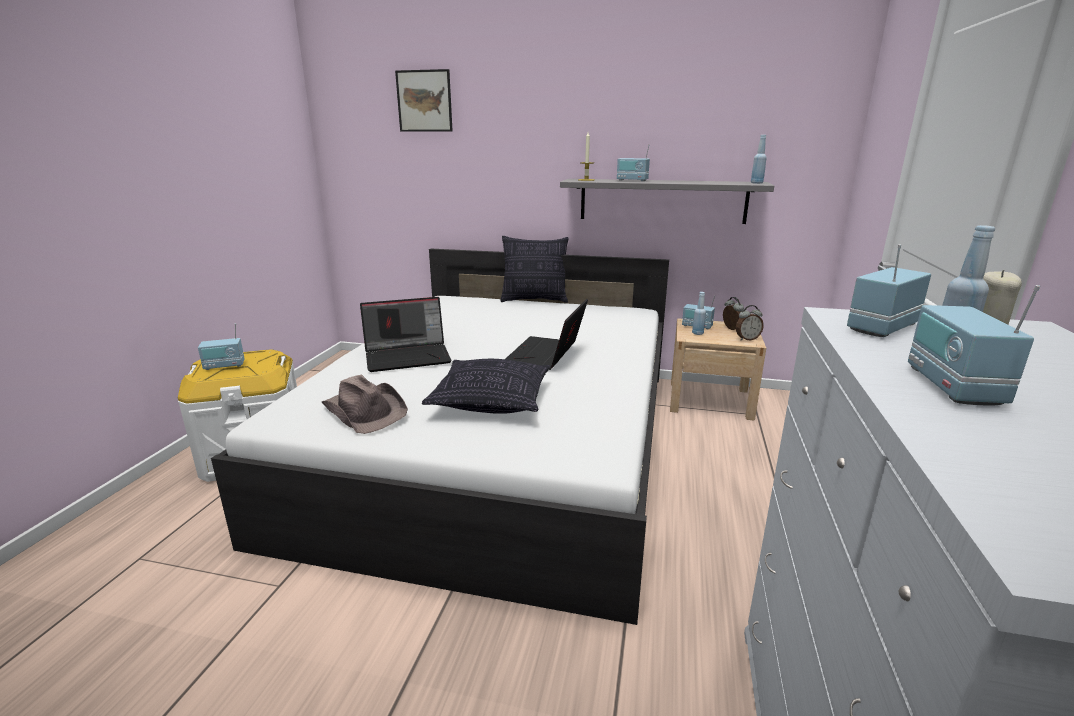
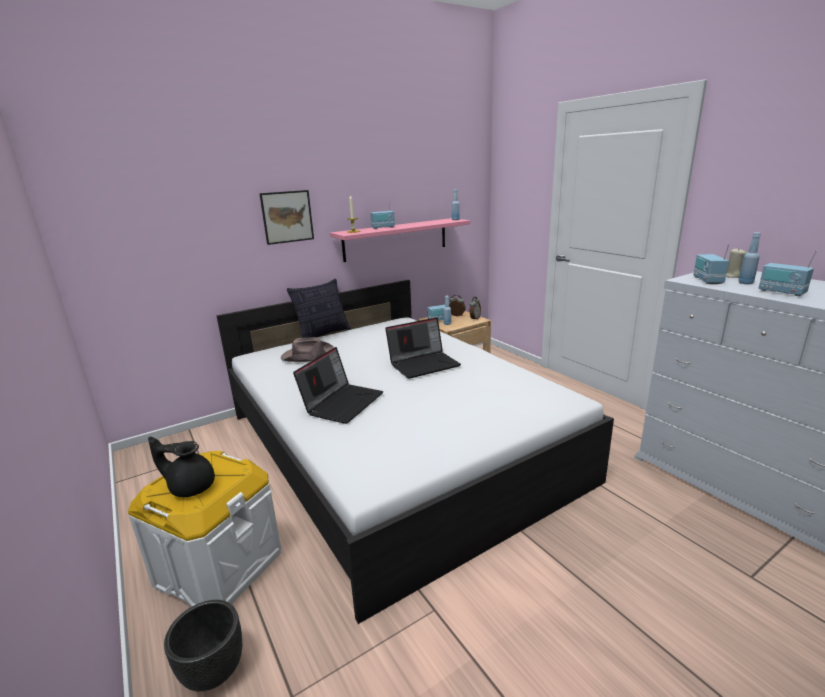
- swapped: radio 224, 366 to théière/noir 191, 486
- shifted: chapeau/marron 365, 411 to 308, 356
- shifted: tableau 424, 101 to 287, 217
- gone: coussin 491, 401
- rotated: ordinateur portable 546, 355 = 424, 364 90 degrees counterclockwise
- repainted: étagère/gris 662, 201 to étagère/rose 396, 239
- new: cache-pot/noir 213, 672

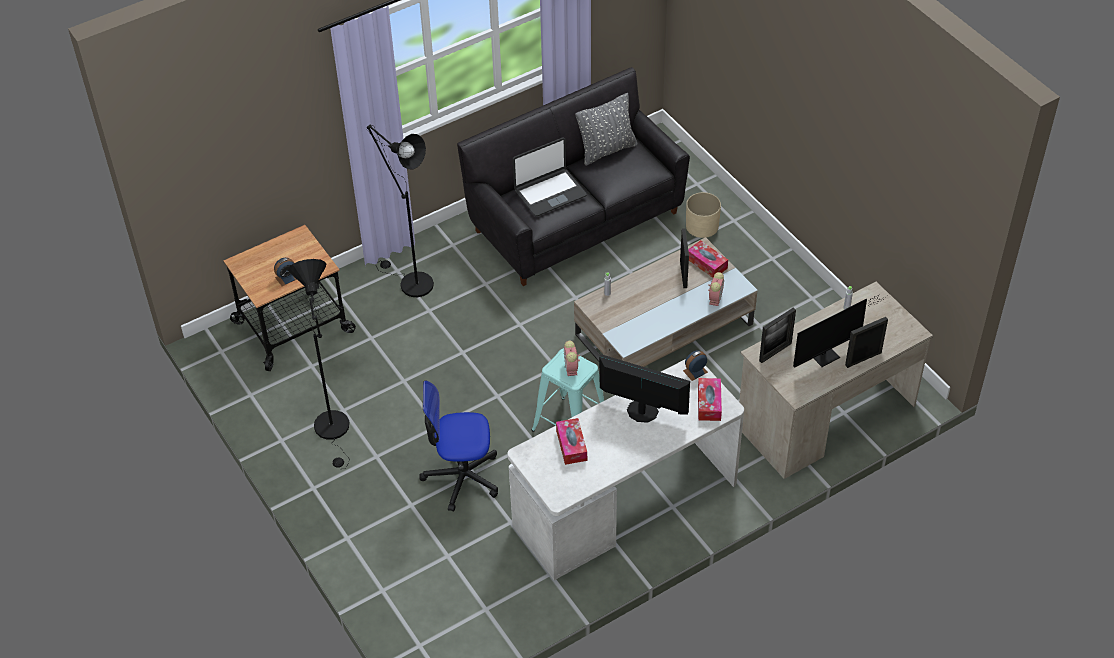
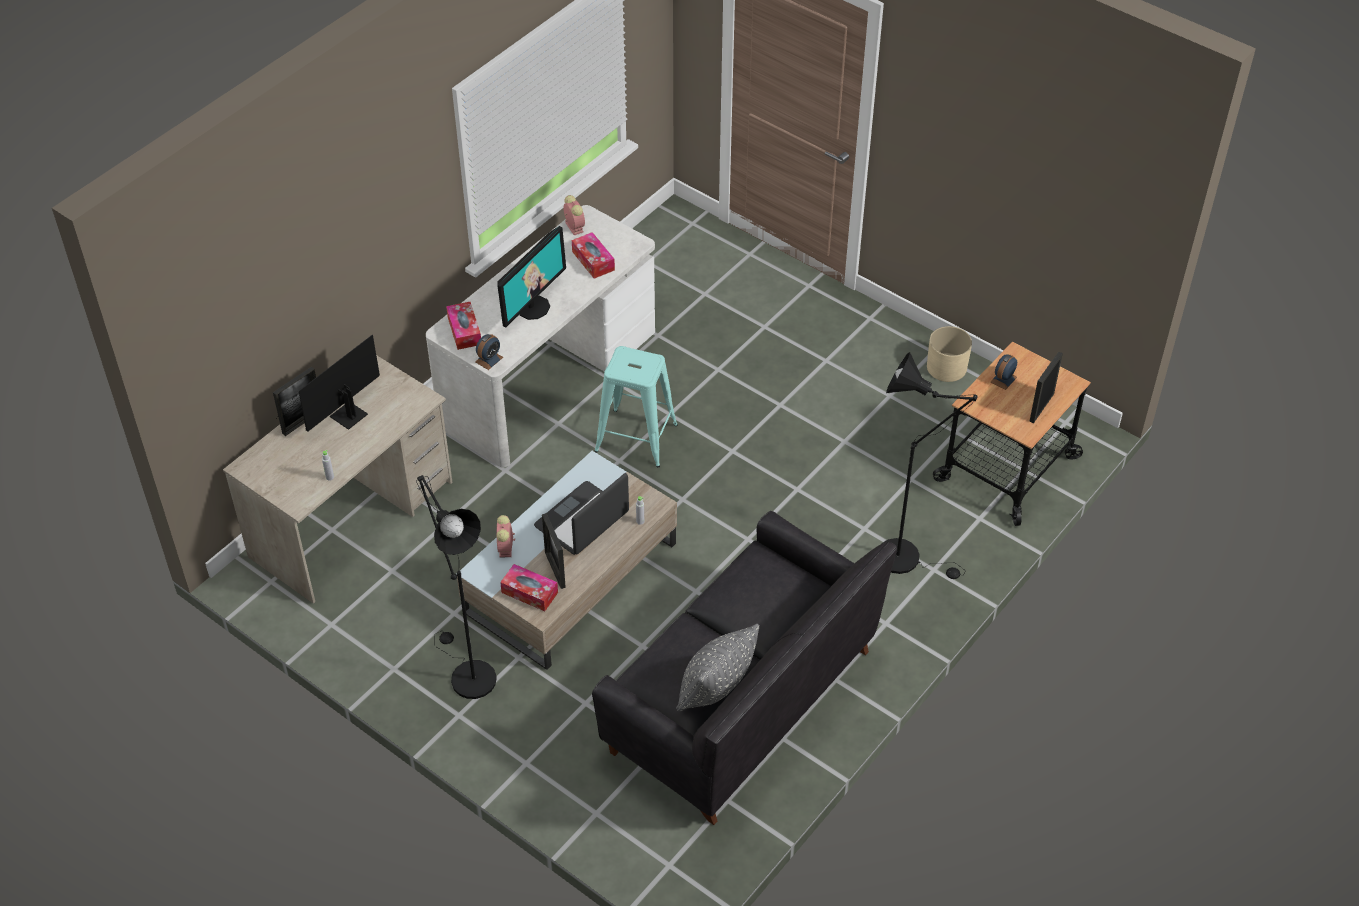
- shifted: lampadaire/noir 334, 431 to 467, 674
- gone: chaise de bureau 462, 477
- shifted: ordinateur portable 549, 193 to 582, 520
- shifted: réveil 571, 369 to 573, 227
- rotated: écran d'ordinateur 642, 411 = 533, 307 60 degrees counterclockwise
- shifted: cache-pot/beige 701, 226 to 947, 367
- shifted: cadre photo 775, 352 to 1041, 407

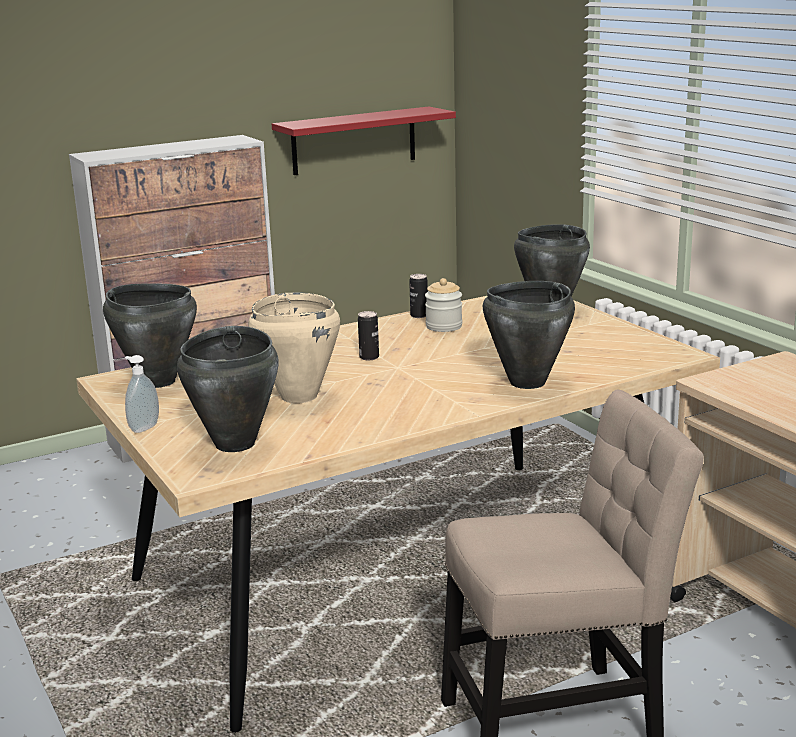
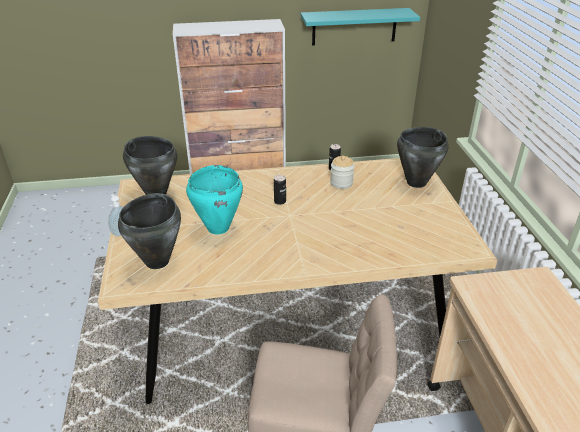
- repainted: marmite/beige 298, 397 to marmite/turquoise 217, 228
- repainted: étagère/rouge 354, 140 to étagère/turquoise 354, 26
- gone: marmite/noir 526, 382

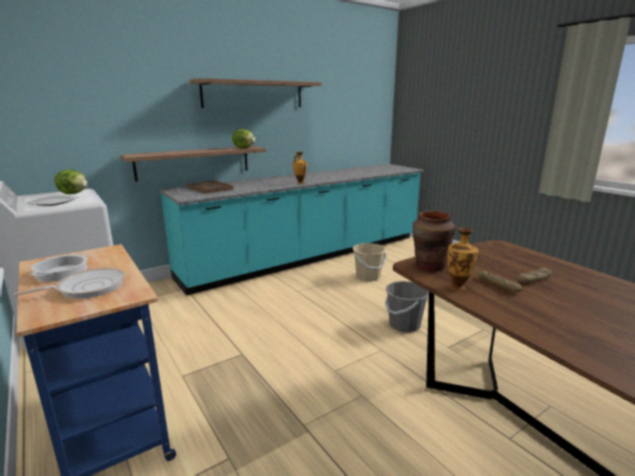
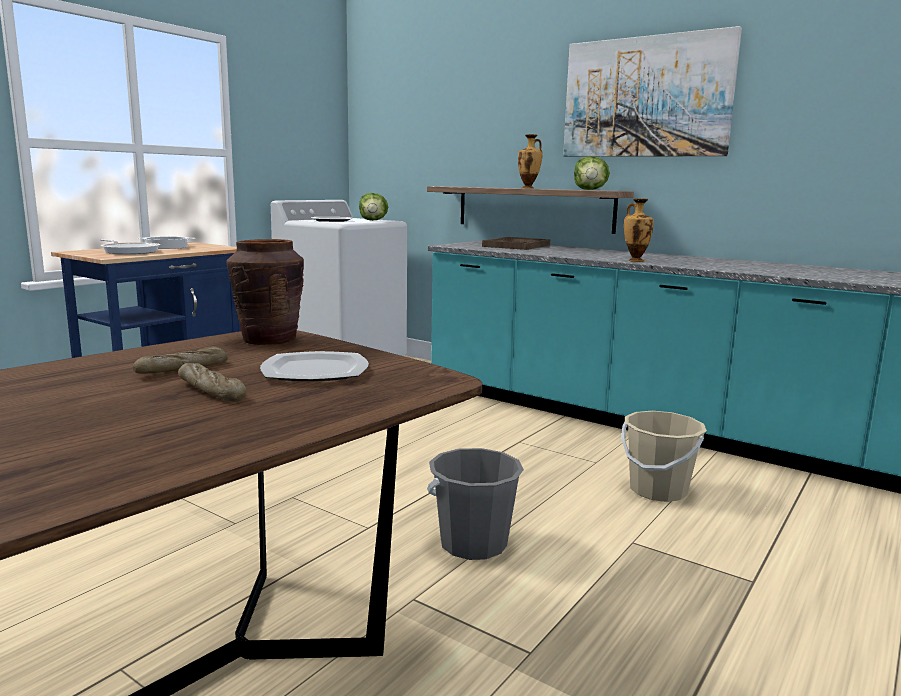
- swapped: étagère 253, 94 to tableau 646, 97
- shifted: vase 458, 287 to 528, 188
- new: assiette 314, 371

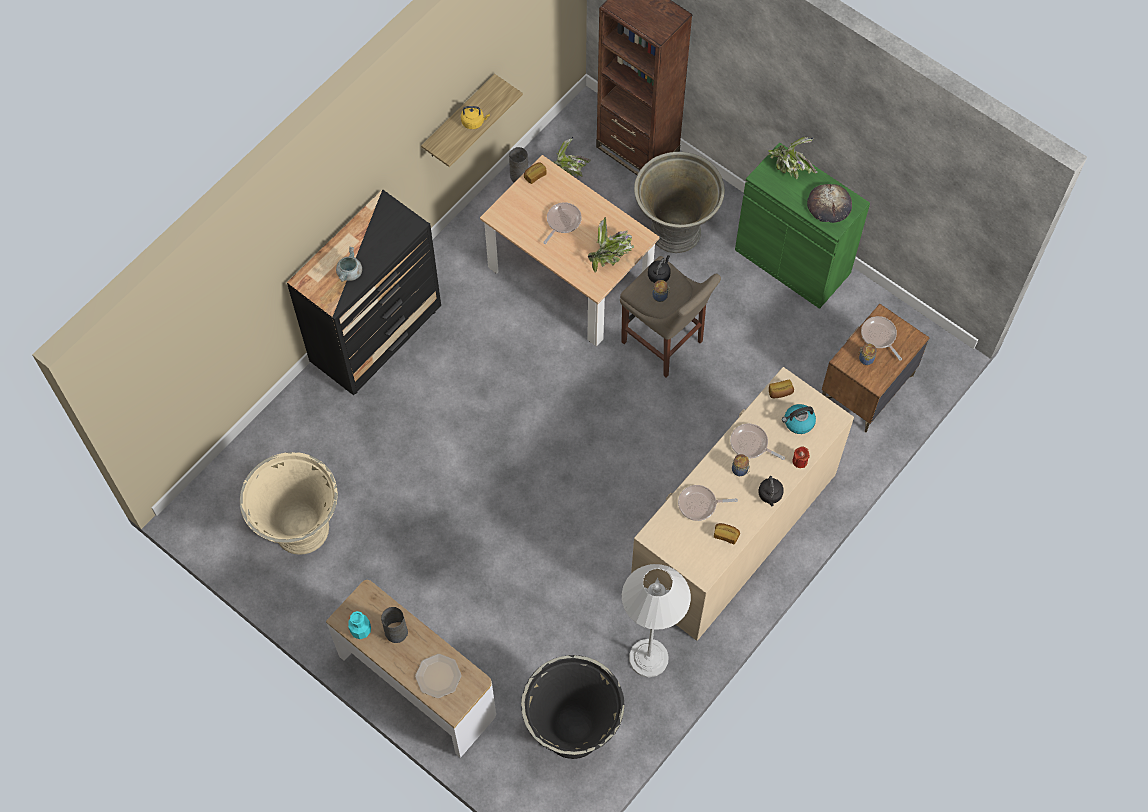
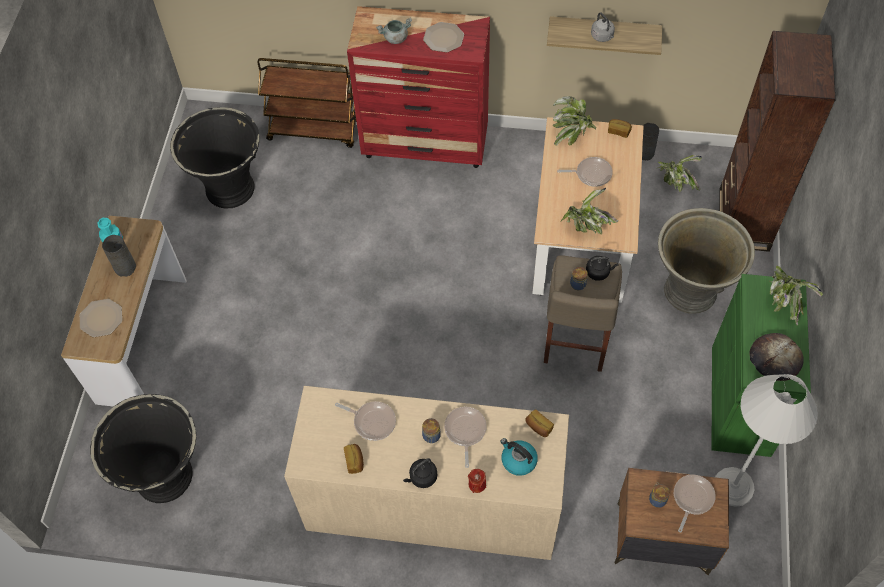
- repainted: cache-pot/beige 300, 529 to cache-pot/noir 230, 188
- repainted: commode/noir 377, 337 to commode/rouge 426, 144
- repainted: bouilloire/jaune 474, 122 to bouilloire/gris 602, 37
- shifted: lampadaire/blanc 648, 658 to 733, 487
- rotated: poêle 699, 504 = 372, 421 150 degrees clockwise
- new: chariot/marron 314, 129
- new: assiette 443, 38
- new: plante en pot 572, 133

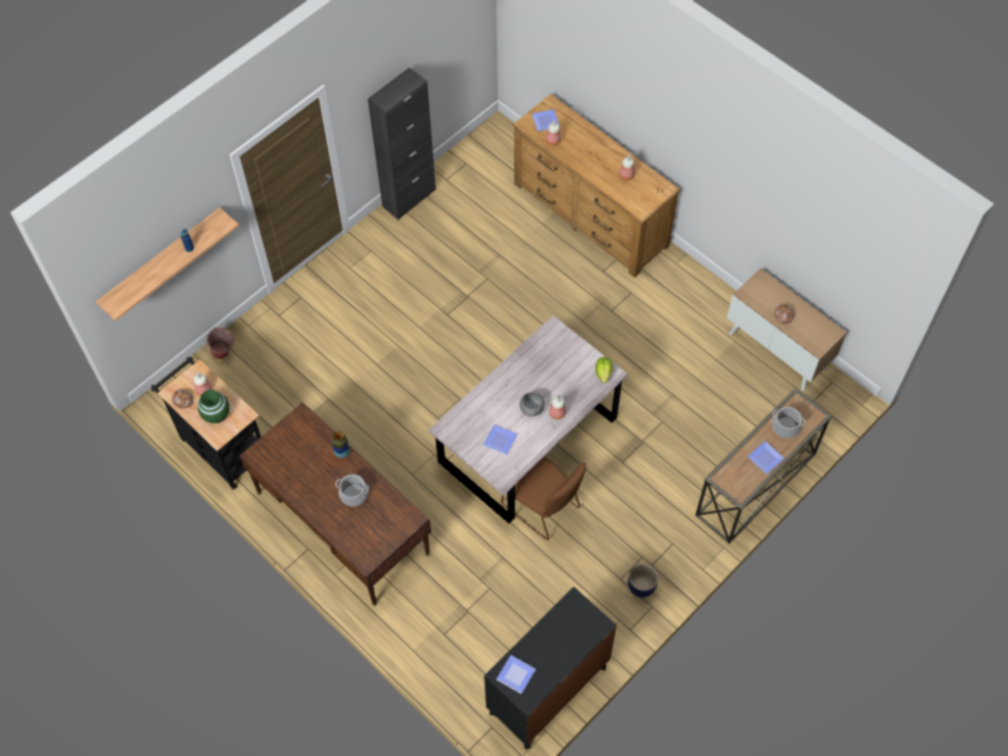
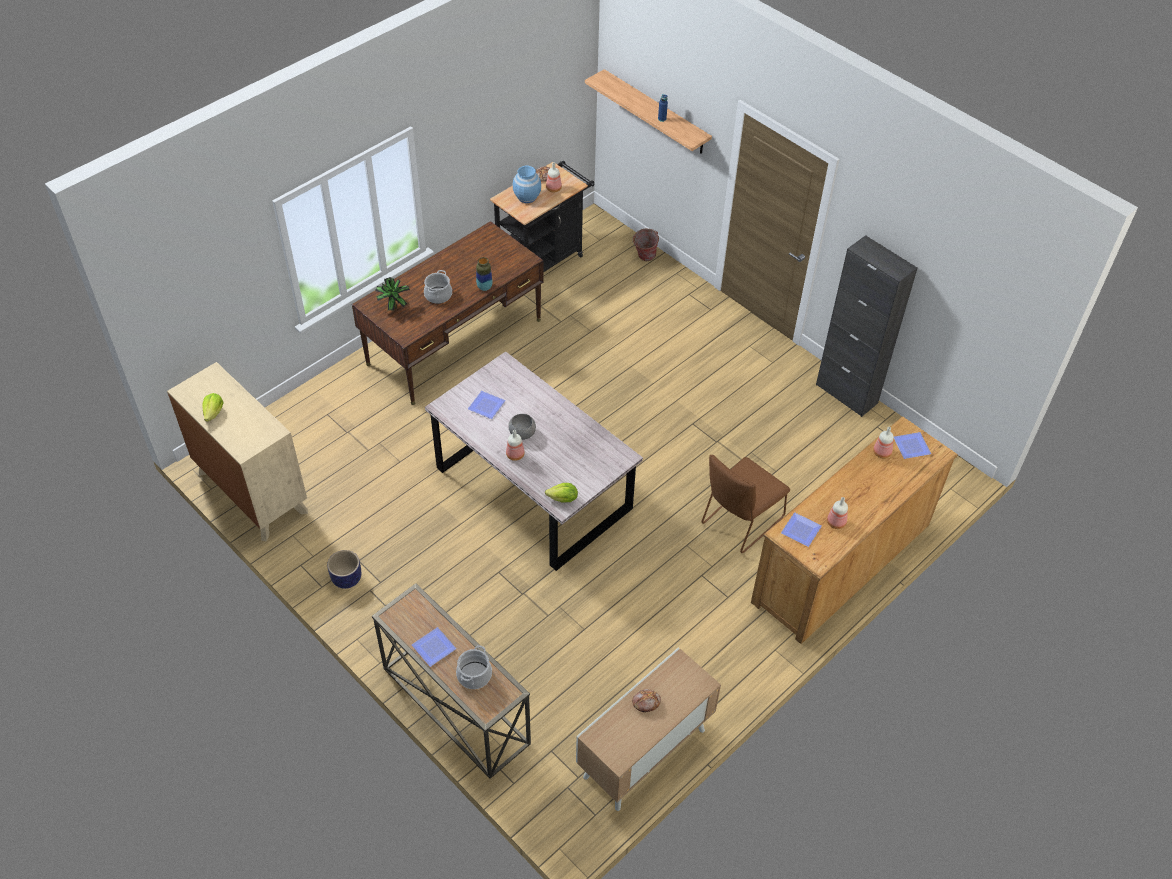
- repainted: vase/vert 216, 414 to vase/bleu 527, 197
- repainted: commode/noir 548, 690 to commode/beige 252, 492
- shifted: assiette 515, 673 to 802, 530
- shifted: chaise/marron 543, 508 to 739, 522
- new: laitue 214, 413
- new: plante en pot 393, 306

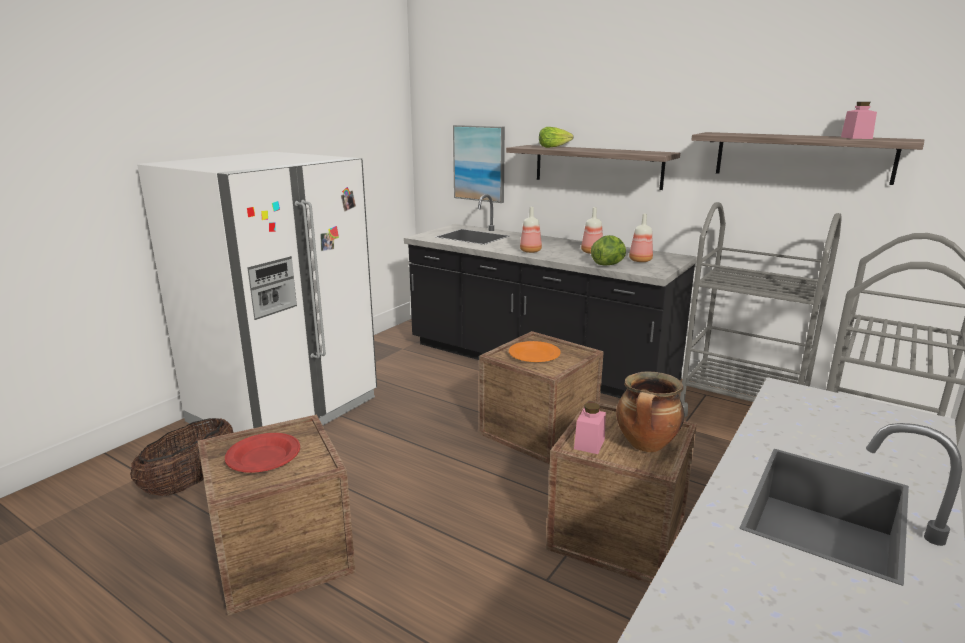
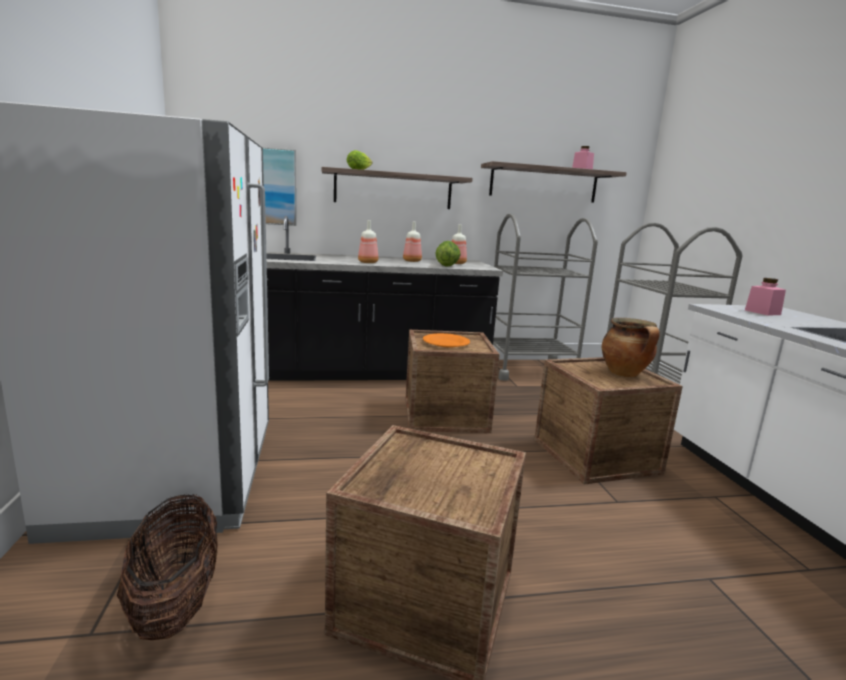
- gone: assiette/rouge 264, 456
- shifted: bocal/rose 589, 444 to 762, 312

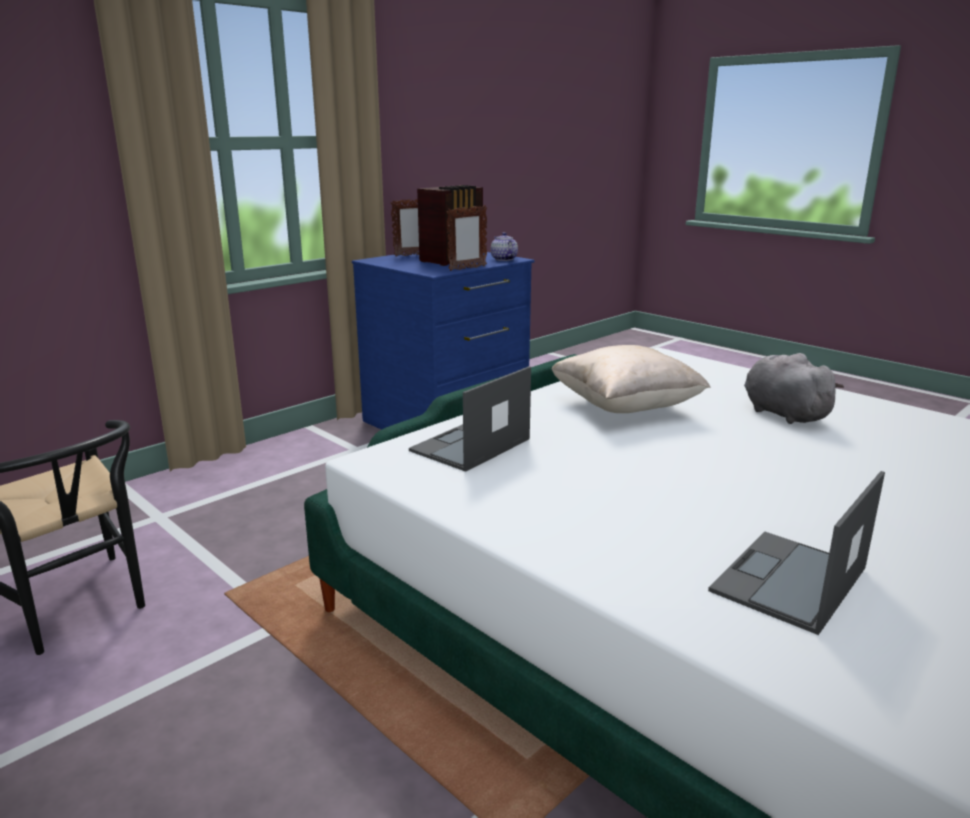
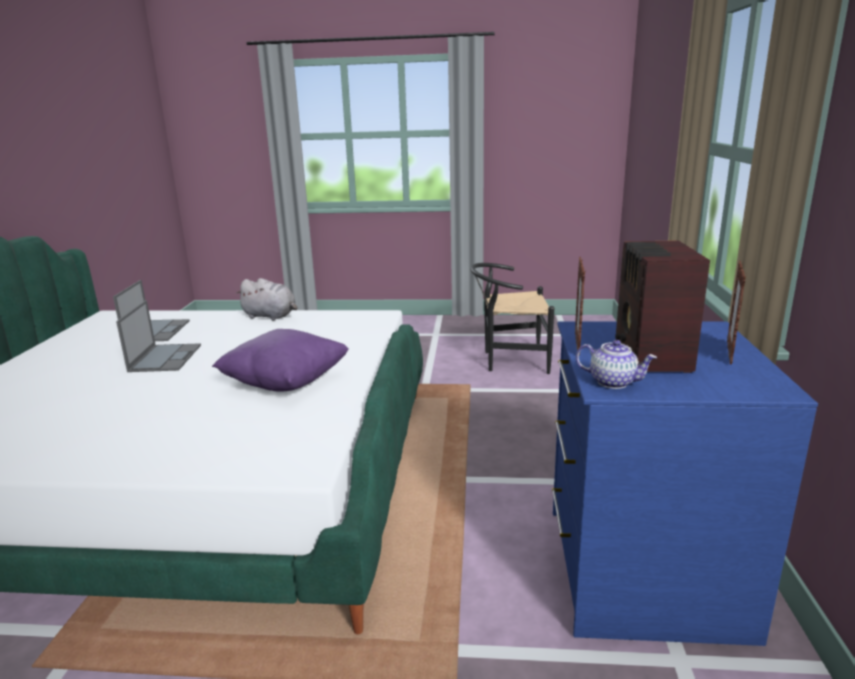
- shifted: ordinateur portable 470, 446 to 165, 358
- repainted: coussin/beige 625, 408 to coussin/violet 286, 382
- shifted: peluche/gris 782, 413 to 271, 316

